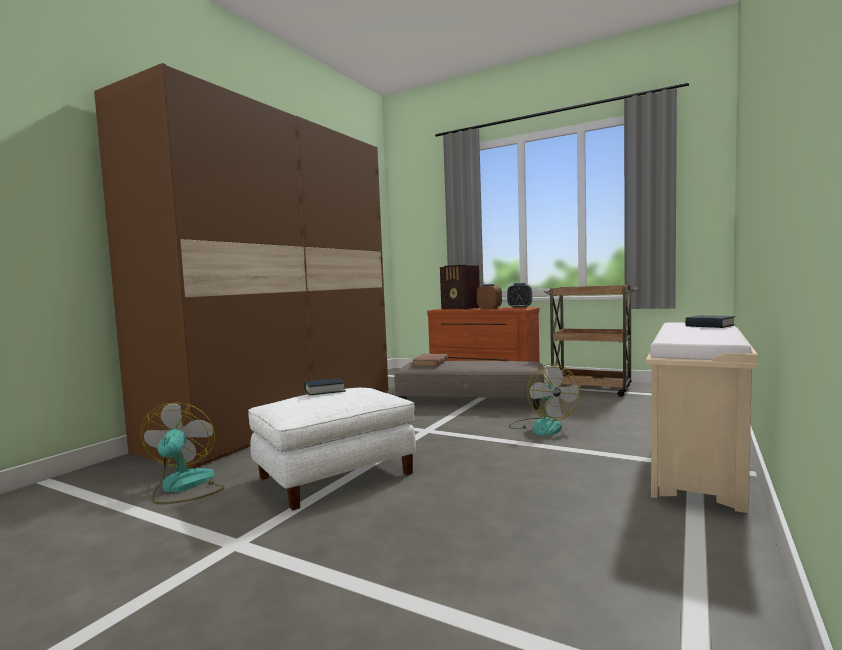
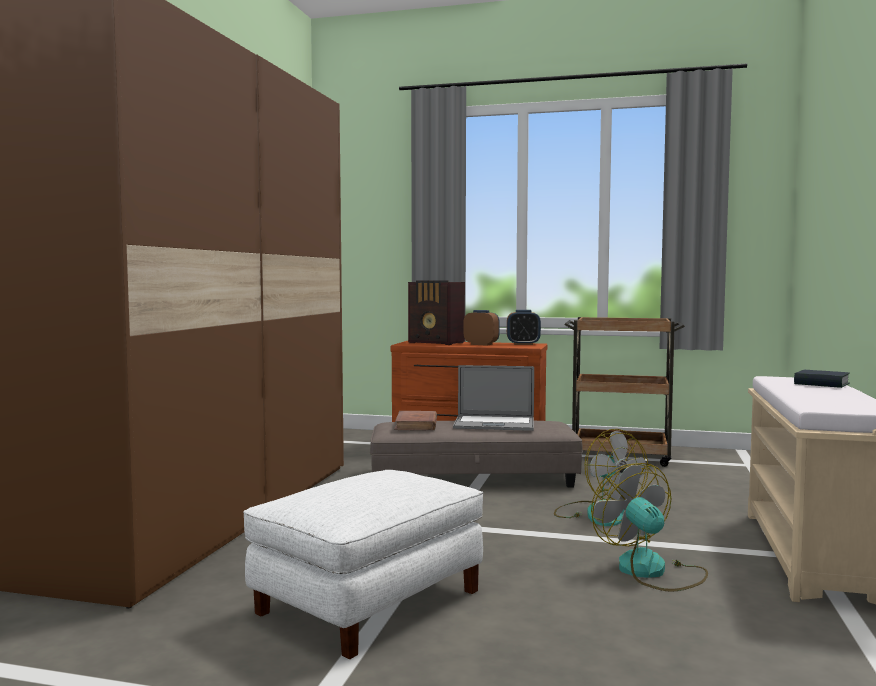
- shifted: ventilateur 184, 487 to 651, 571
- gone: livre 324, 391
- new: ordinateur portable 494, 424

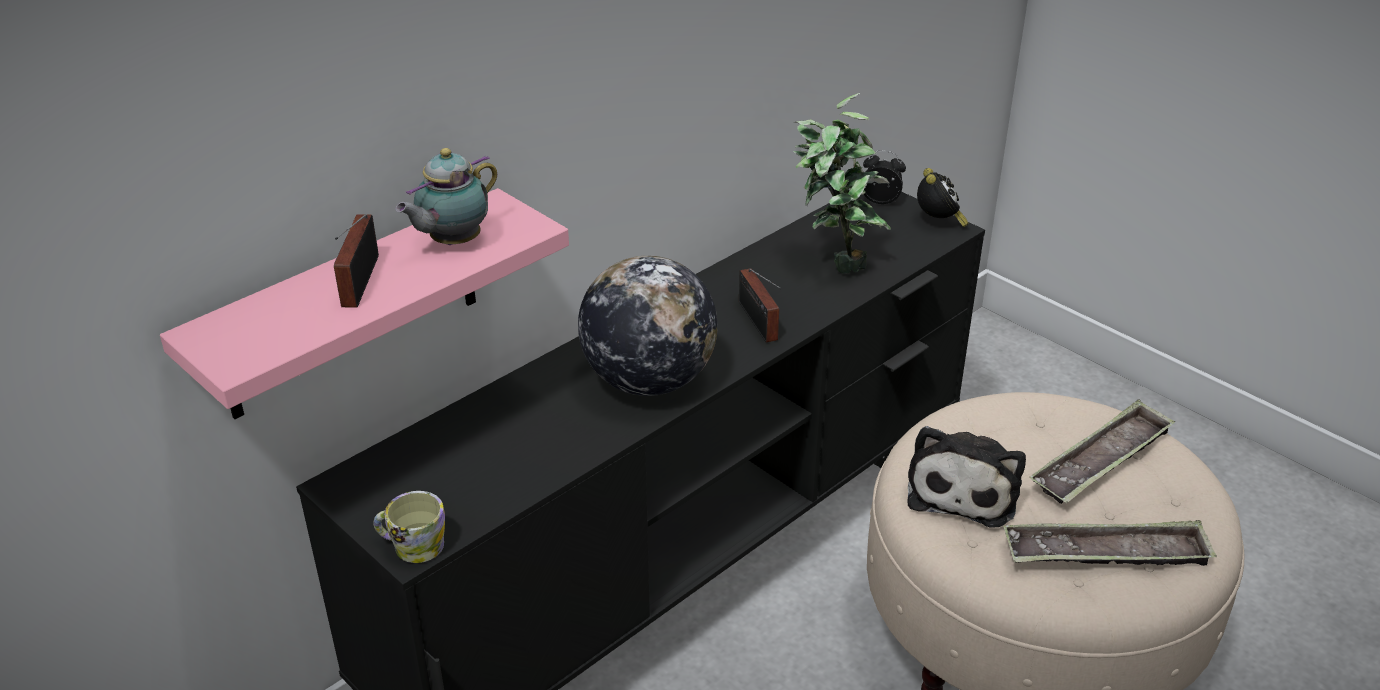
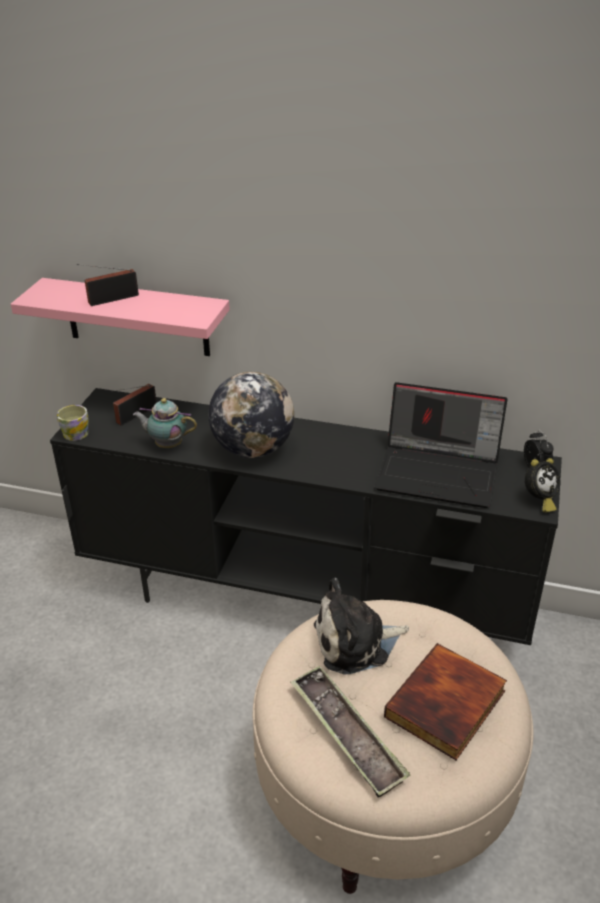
- shifted: théière 452, 242 to 167, 445
- shifted: radio 758, 323 to 134, 415
- swapped: plante en pot 834, 261 to ordinateur portable 439, 472
- swapped: plateau 1101, 461 to livre 447, 705

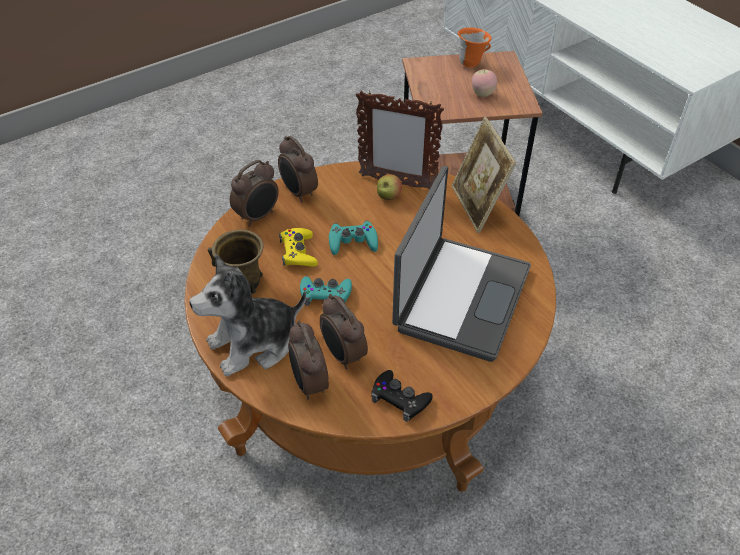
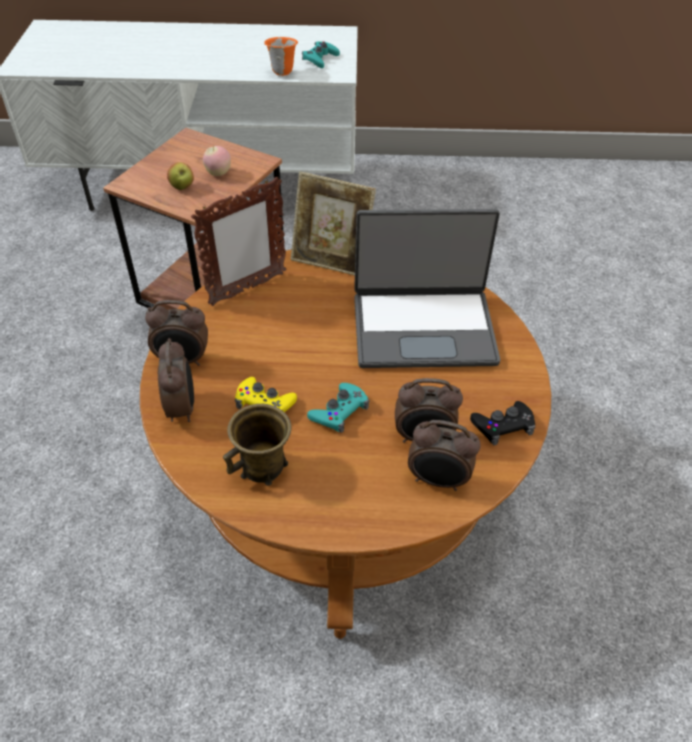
- gone: peluche 254, 343
- shifted: manette/turquoise 353, 242 to 320, 59
- shifted: pomme 388, 197 to 182, 187
- rotated: ordinateur portable 460, 297 = 423, 328 120 degrees clockwise
- shifted: mug/orange 471, 63 to 282, 72

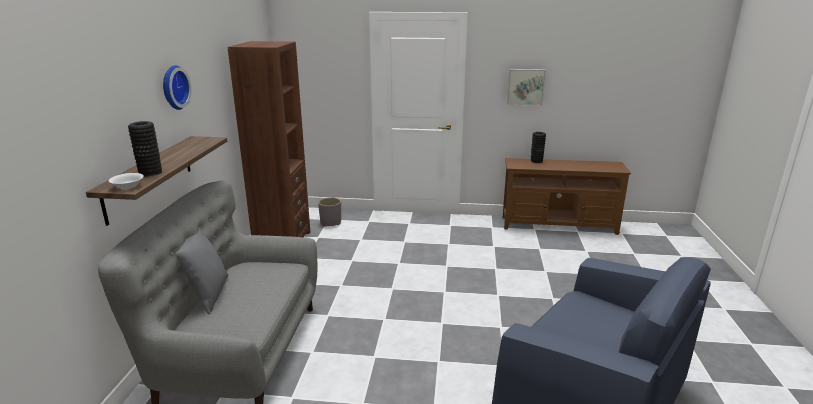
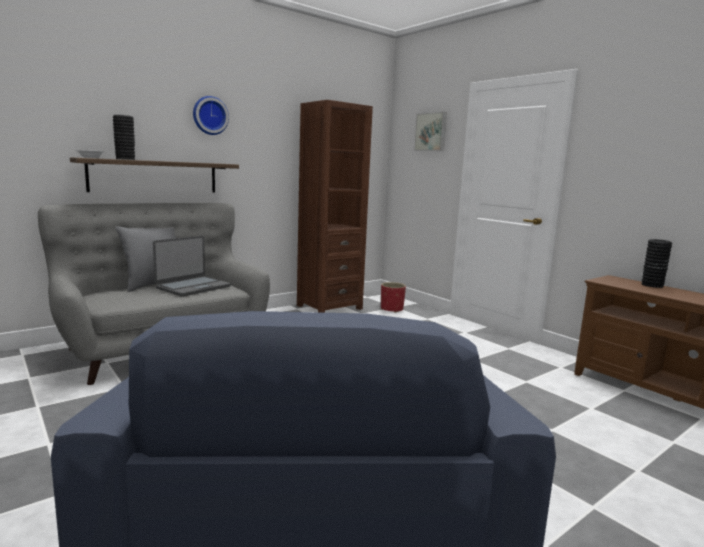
- repainted: cache-pot/gris 330, 223 to cache-pot/rouge 391, 309
- shifted: tableau 525, 86 to 431, 132
- new: ordinateur portable 193, 287

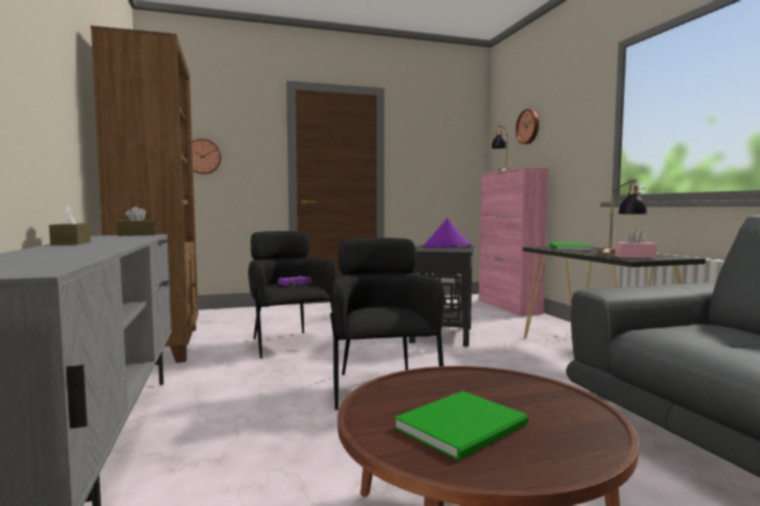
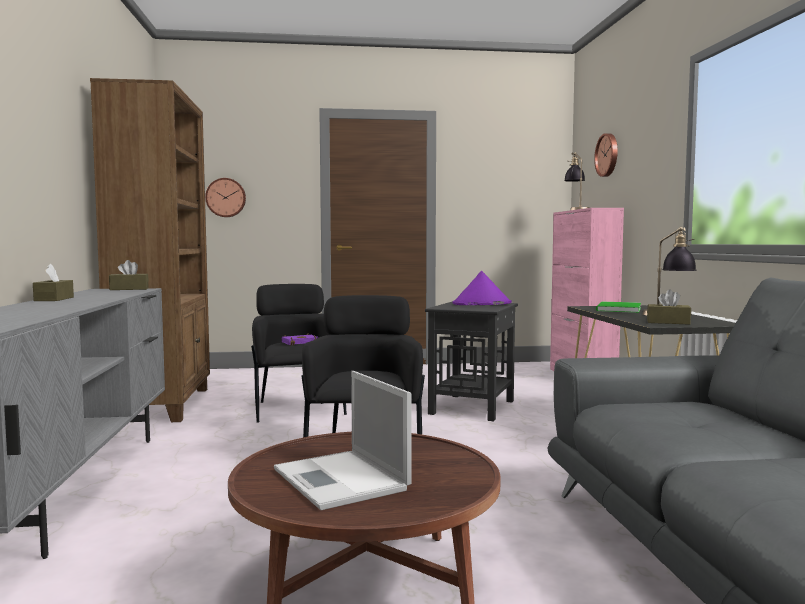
- swapped: livre/vert 466, 426 to ordinateur portable 342, 480
- repainted: boîte à mouchoirs/rose 635, 257 to boîte à mouchoirs/marron 668, 322

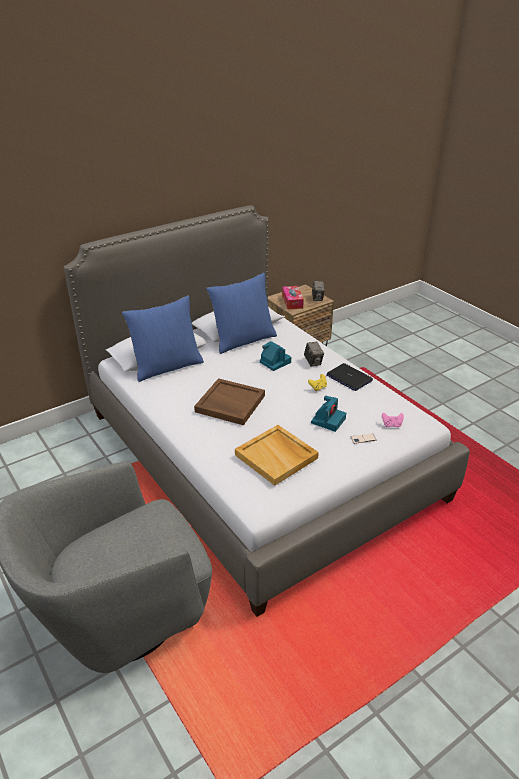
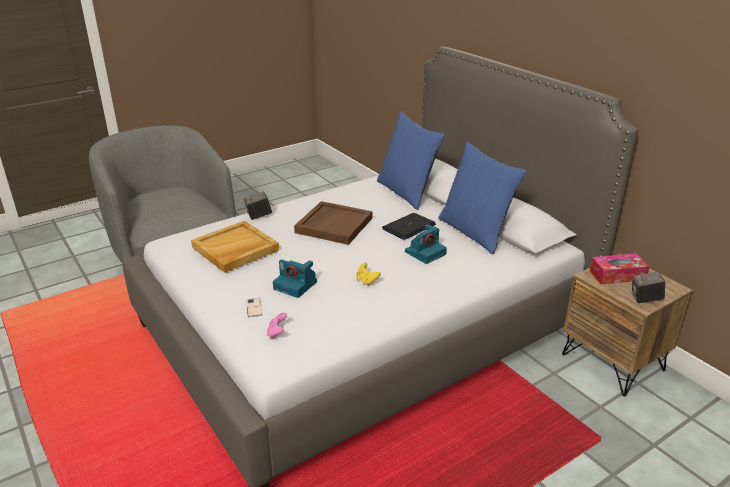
- shifted: appareil photo 313, 362 to 259, 216
- shifted: ordinateur portable 349, 378 to 409, 227

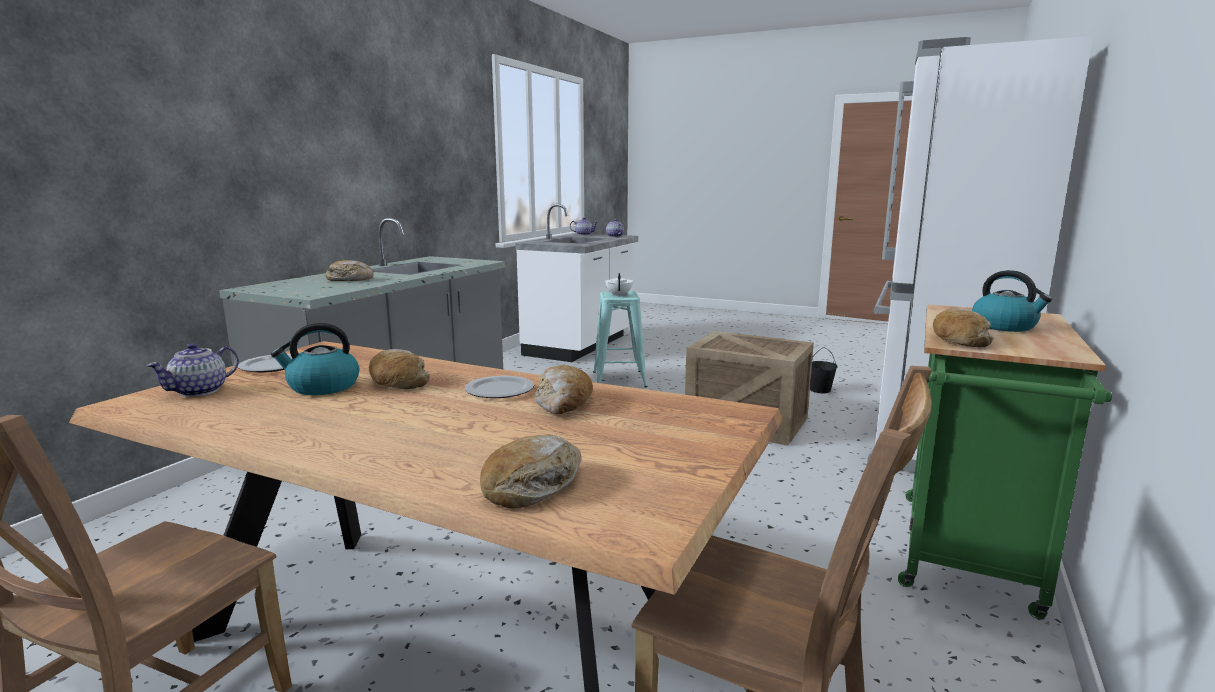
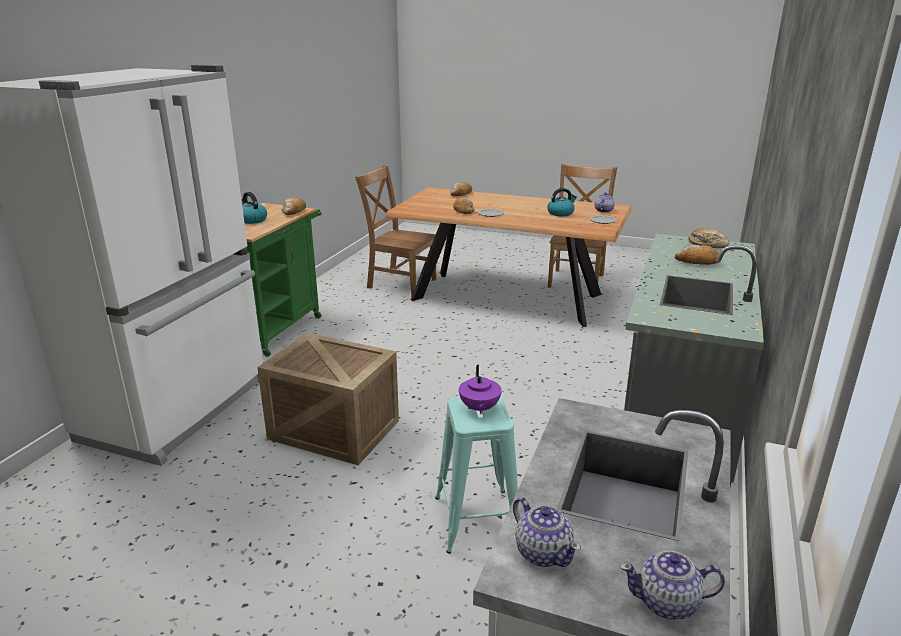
- shifted: pain 397, 381 to 707, 244
- repainted: théière/blanc 619, 295 to théière/violet 479, 408
- gone: seau/noir 819, 390

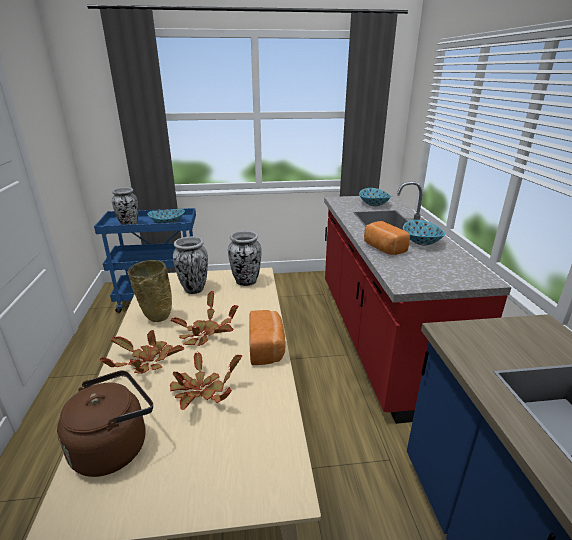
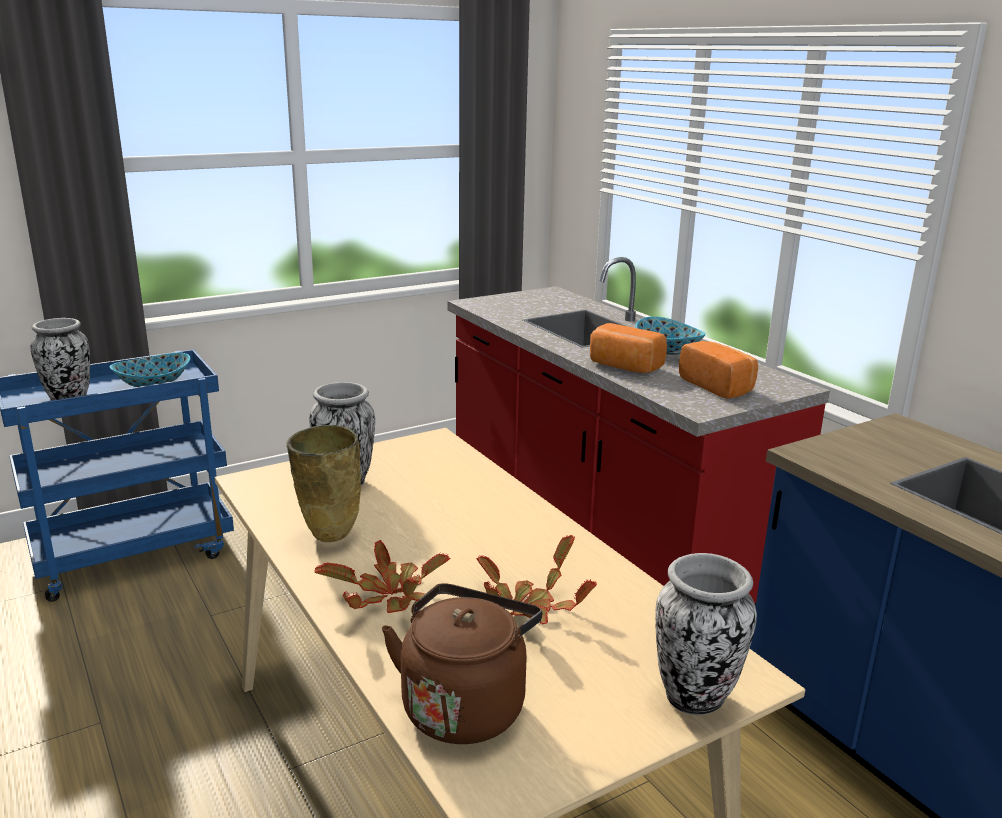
- gone: plante en pot 205, 334
- shifted: vase 246, 282 to 695, 698
- shifted: pain 267, 348 to 718, 386
- gone: bol 374, 204

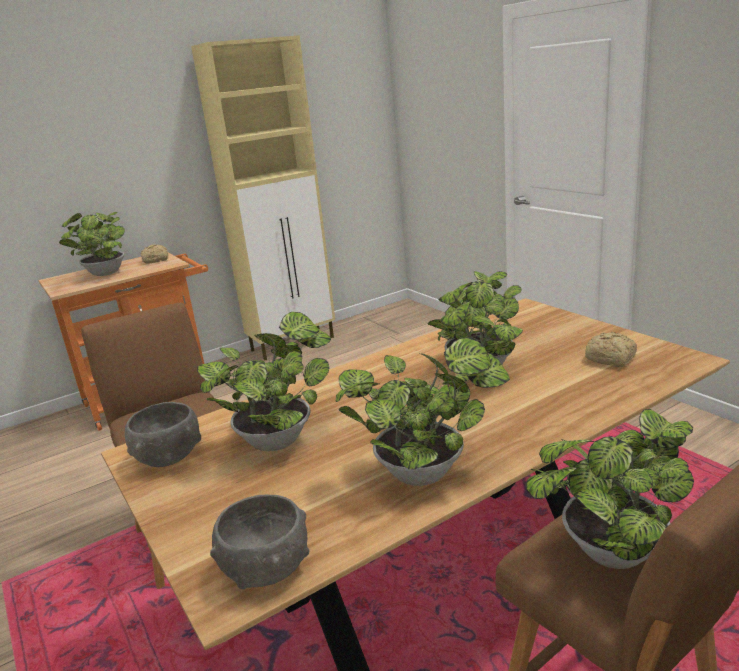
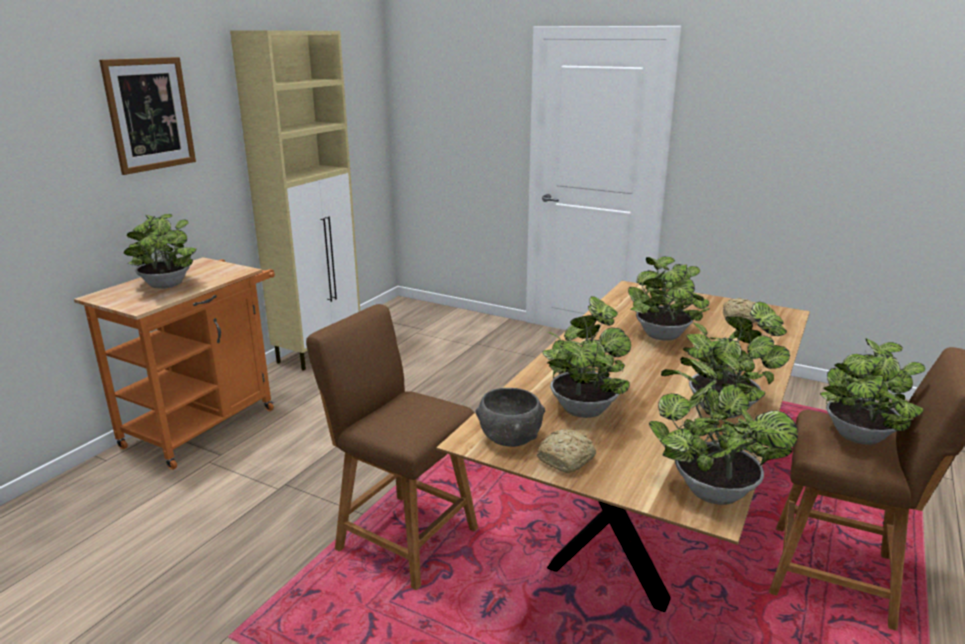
- shifted: pain 156, 260 to 567, 459
- swapped: bol/gris 267, 568 to plante en pot 709, 489
- new: tableau 150, 114

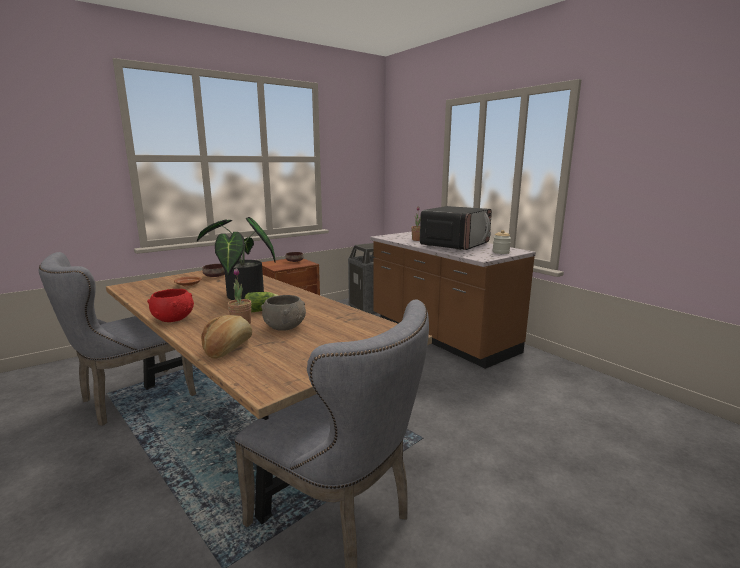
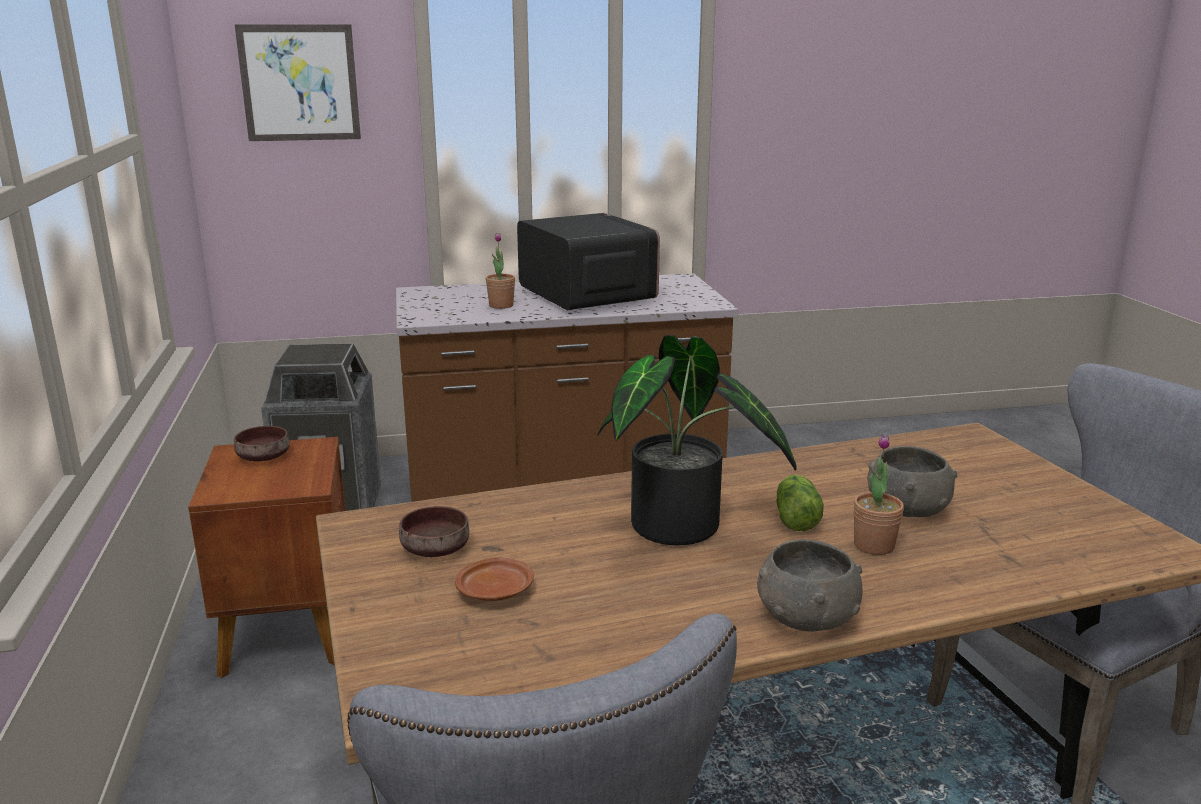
- repainted: bol/rouge 174, 318 to bol/gris 805, 617
- gone: pain 228, 348
- gone: bocal 500, 252
- new: tableau 299, 83

